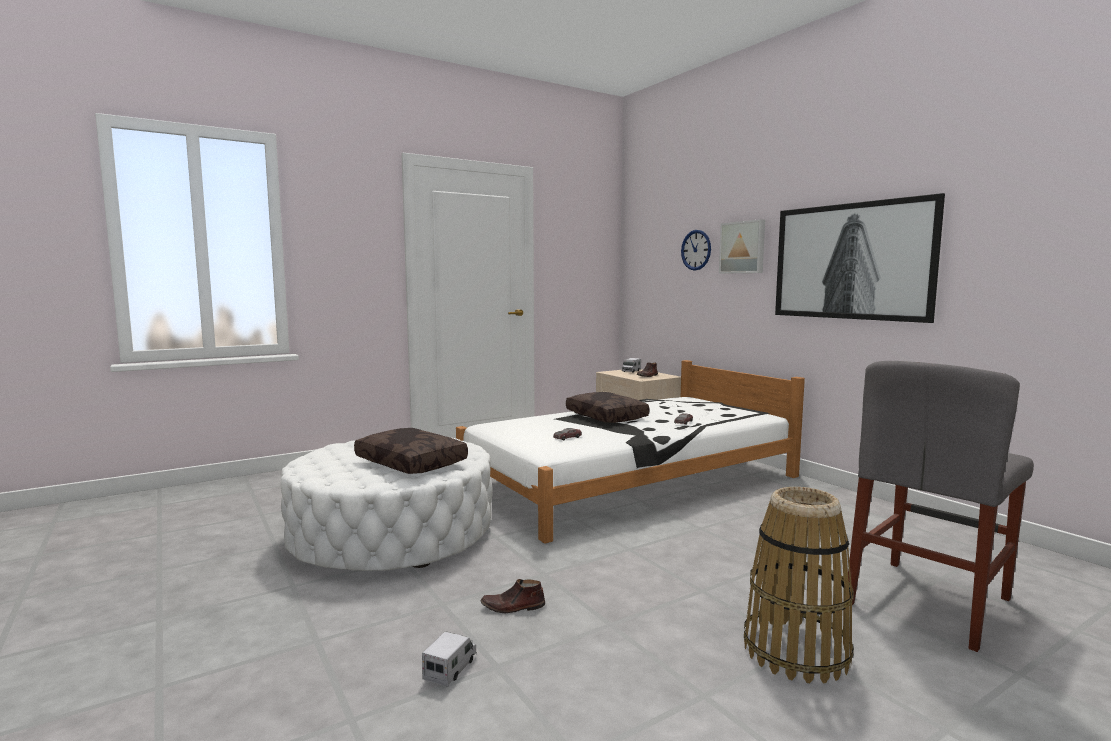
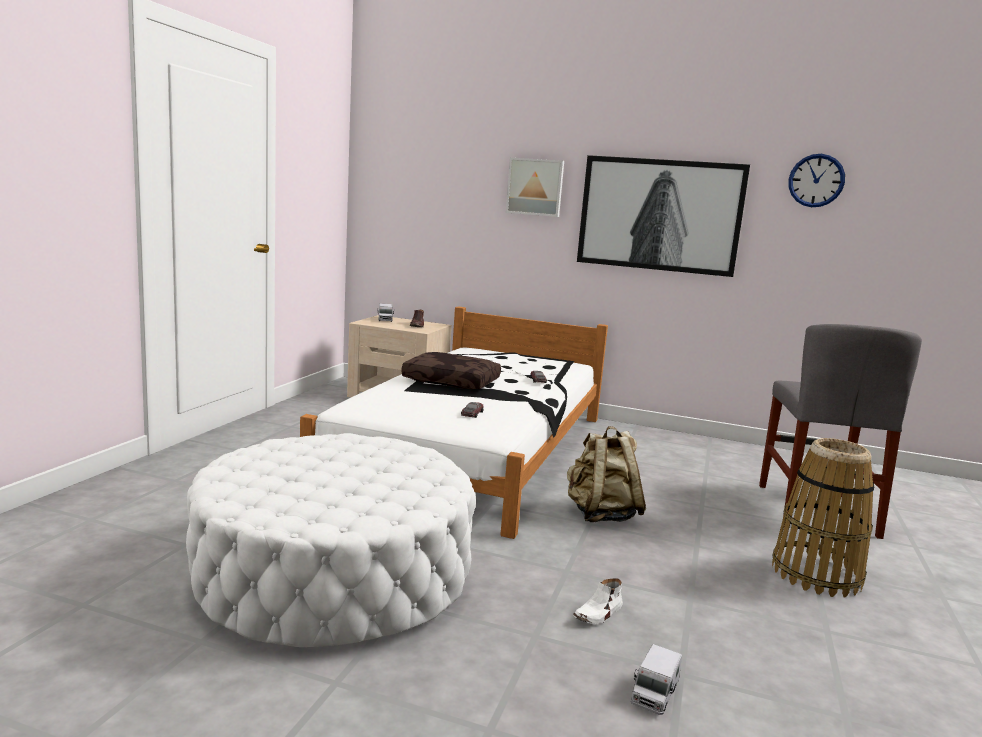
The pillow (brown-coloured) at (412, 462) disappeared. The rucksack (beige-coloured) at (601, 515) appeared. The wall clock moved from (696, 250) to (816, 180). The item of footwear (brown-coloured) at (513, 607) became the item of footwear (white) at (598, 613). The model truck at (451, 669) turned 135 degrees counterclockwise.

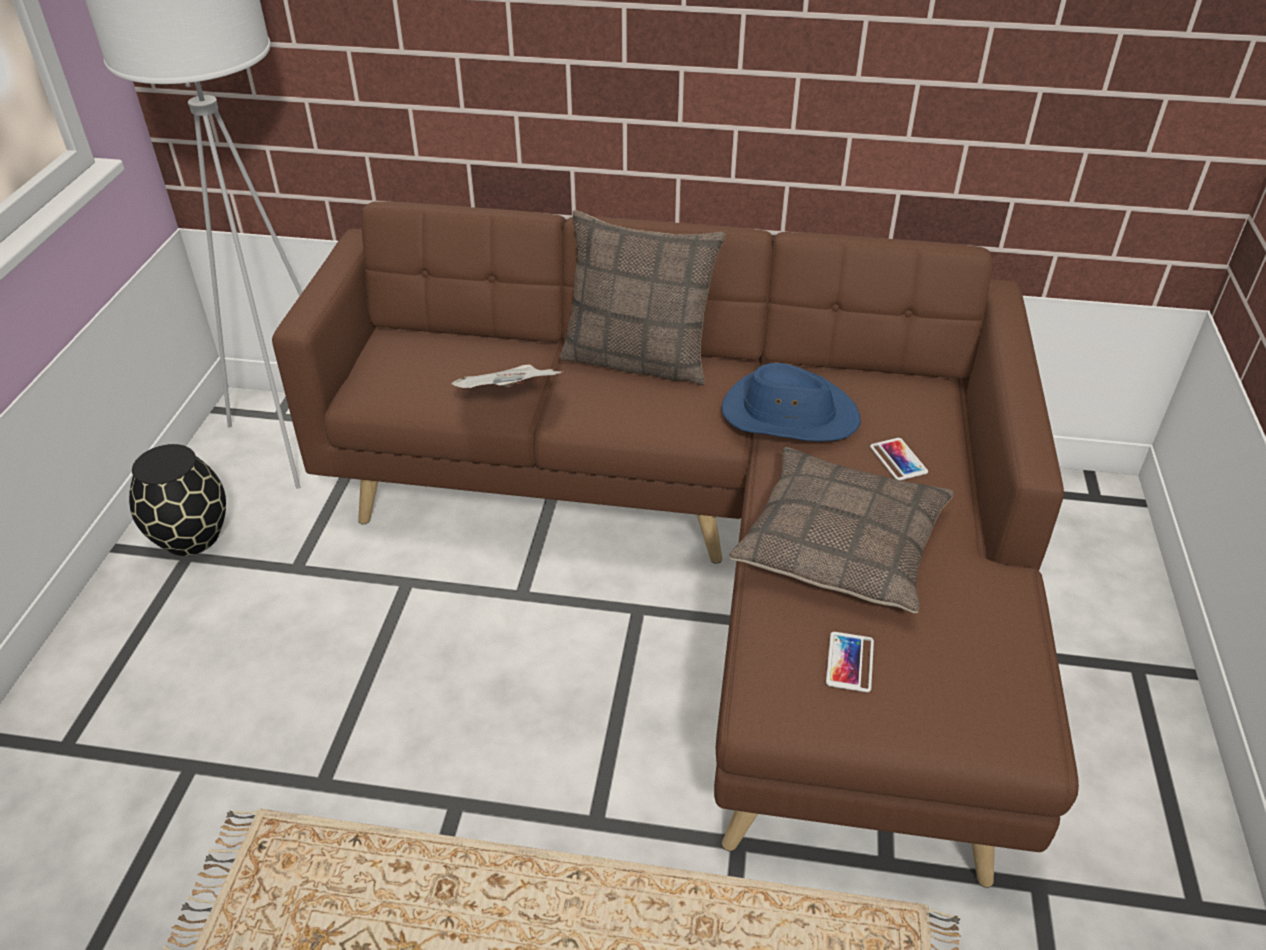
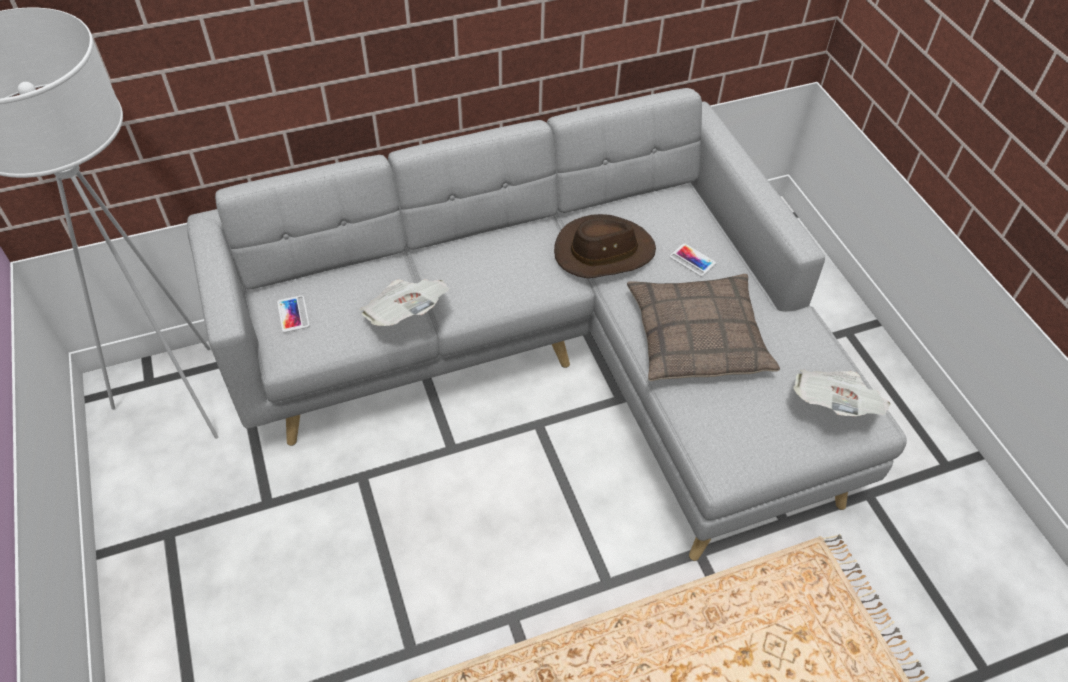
The flower vase (black-coloured) at (191, 536) disappeared. The pillow at (638, 359) disappeared. The newspaper at (834, 406) appeared. The telephone moved from (850, 662) to (293, 314). The couch (brown-coloured) at (713, 563) became the couch (grey) at (565, 367). The hat (blue) at (788, 414) became the hat (brown-coloured) at (603, 252).

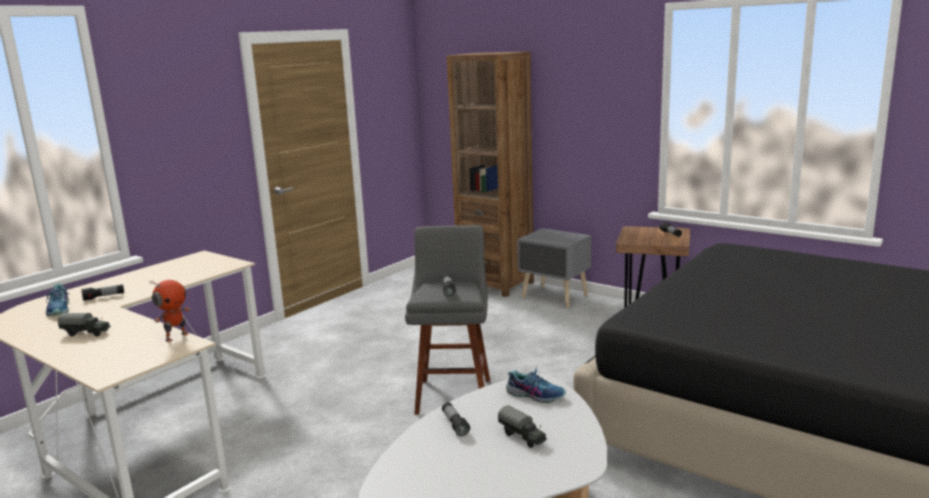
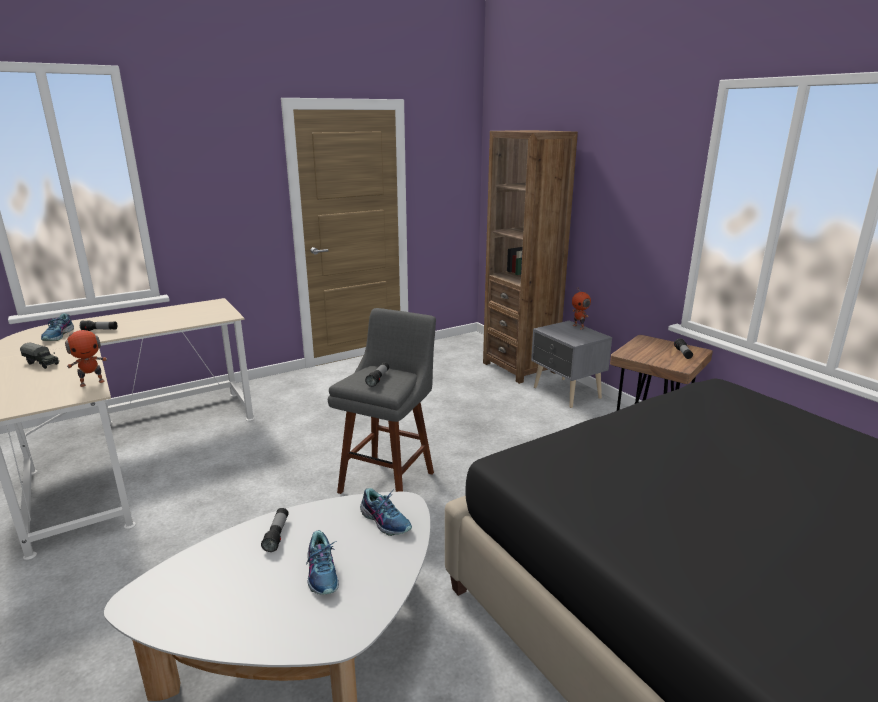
The model robot at (579, 327) appeared. The model truck at (523, 437) was replaced by the item of footwear at (323, 572).

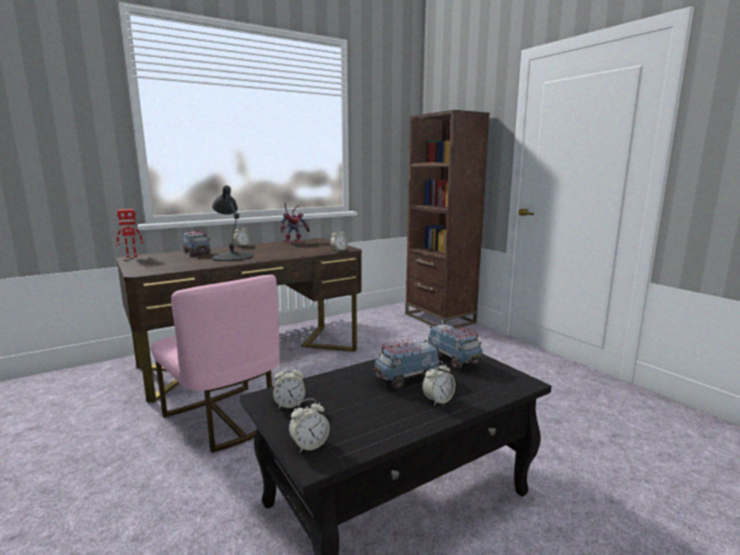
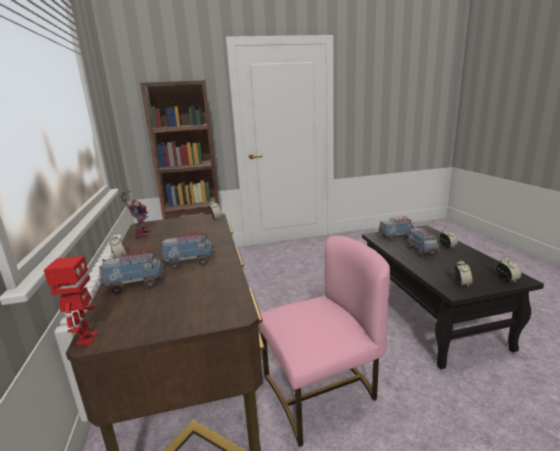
The lamp for a table (black-coloured) at (232, 256) was replaced by the model truck at (189, 262).

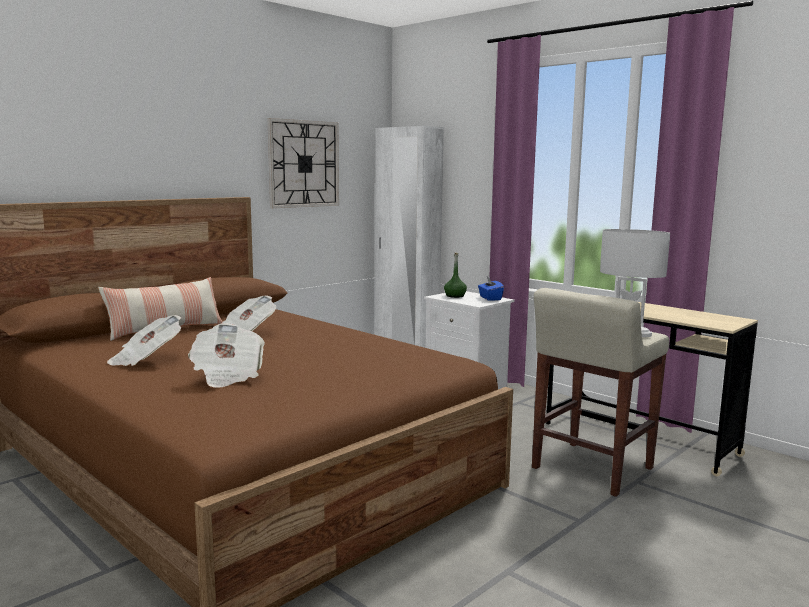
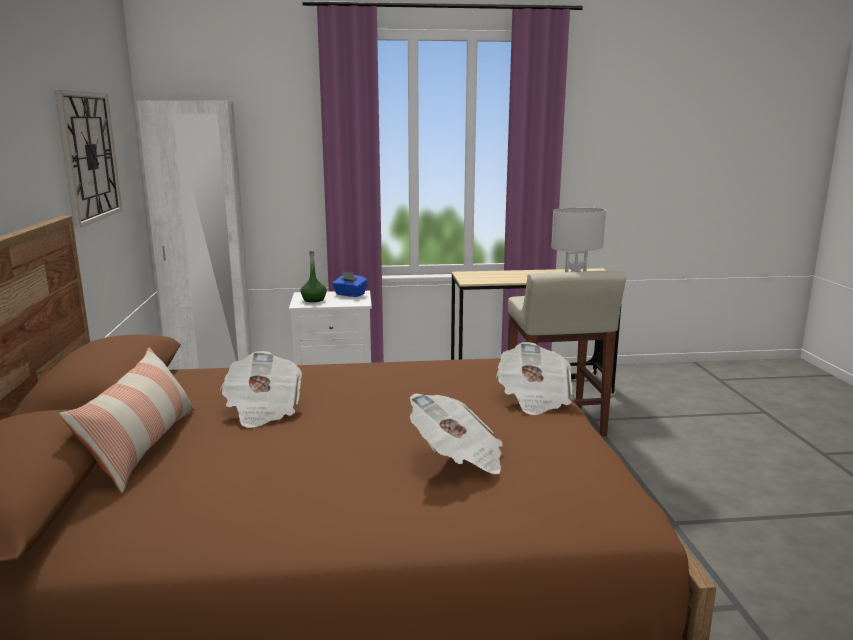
The newspaper moved from (146, 359) to (534, 398).

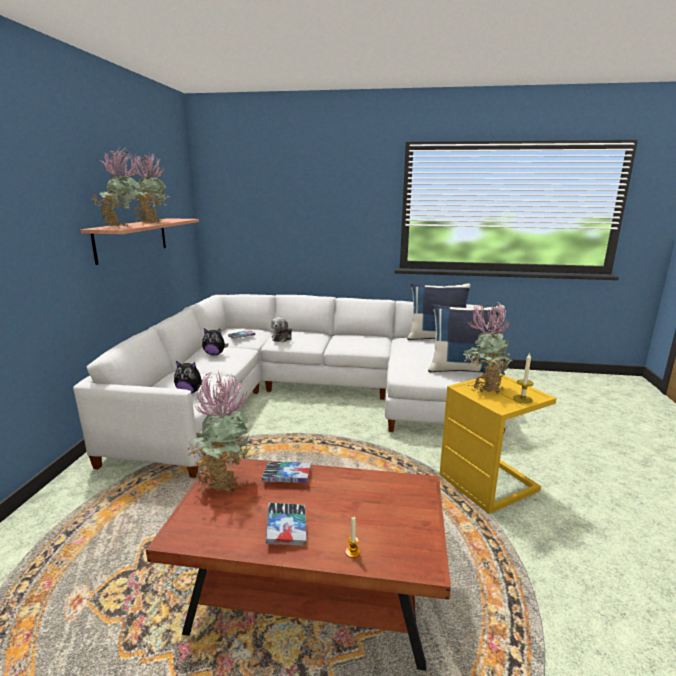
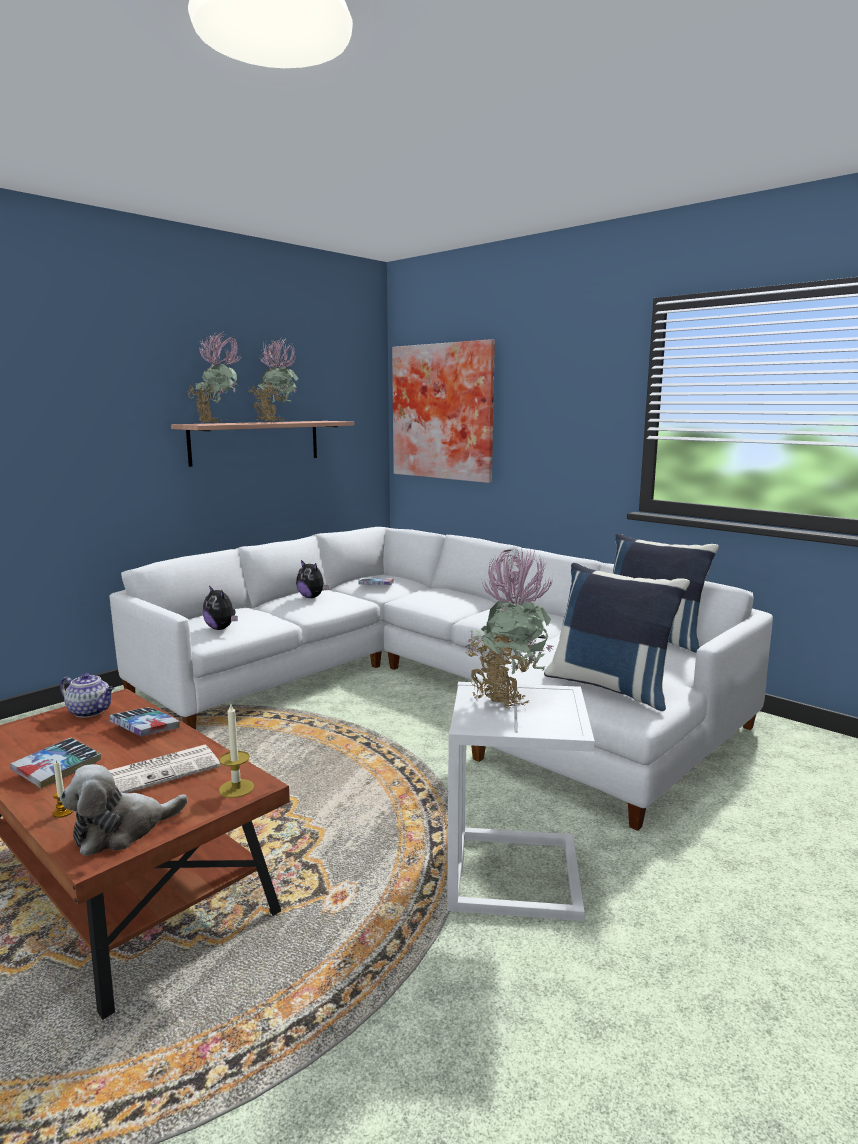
The newspaper at (159, 771) appeared. The wall art at (444, 412) appeared. The cuddly toy moved from (282, 338) to (122, 831). The candle moved from (522, 399) to (236, 788). The plant in a pot at (223, 481) was replaced by the pot for tea at (91, 711). The accent table (yellowish) at (490, 484) became the accent table (white) at (517, 877).

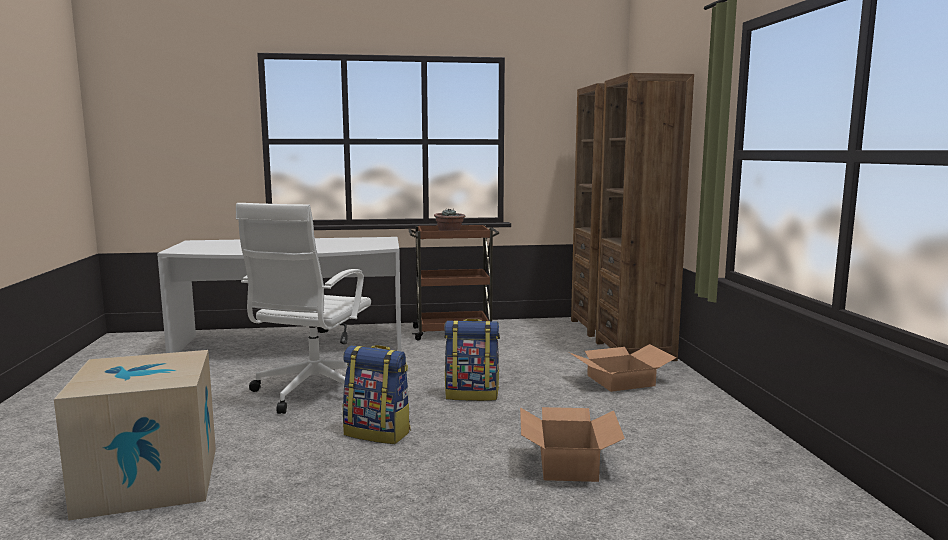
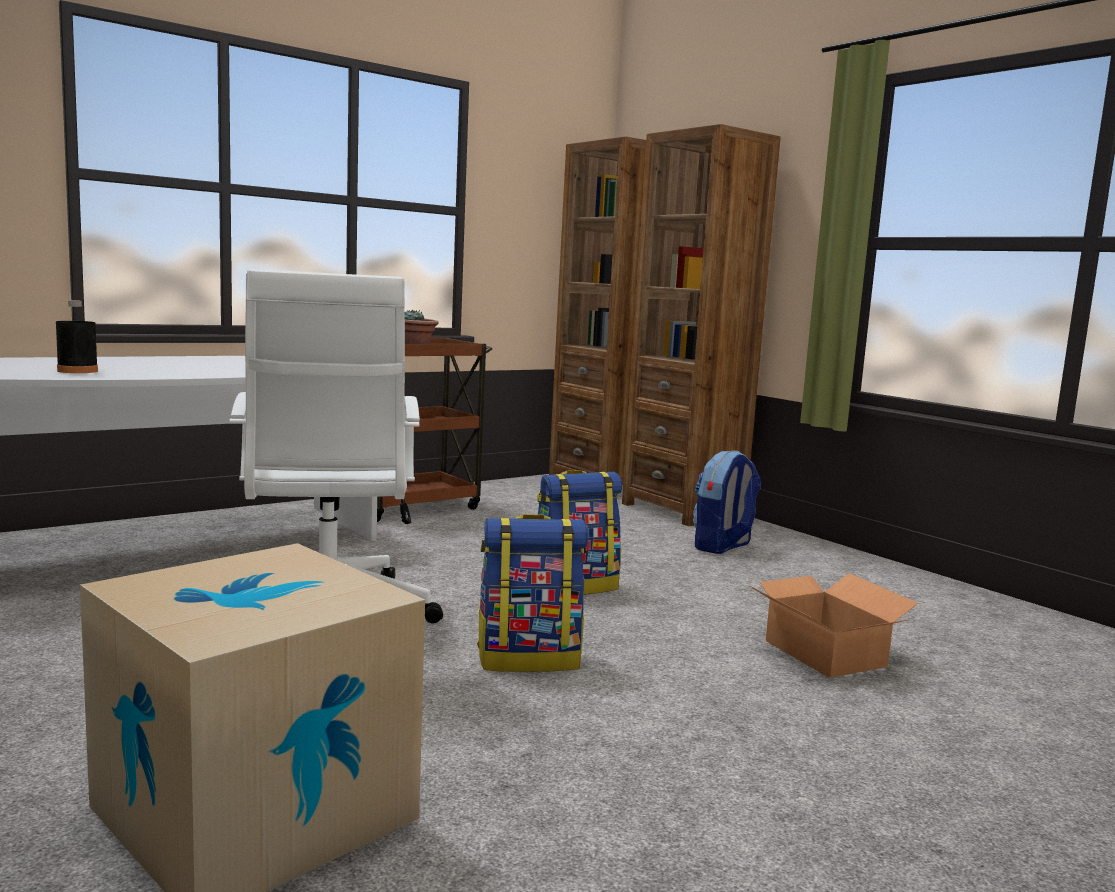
The bottle (black-coloured) at (77, 371) appeared. The cardboard box at (620, 381) was replaced by the rucksack at (722, 546).

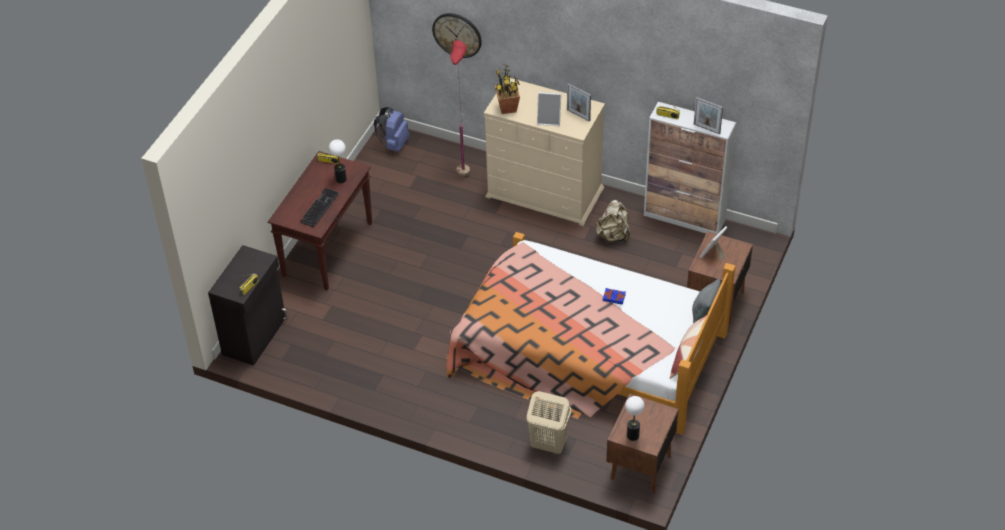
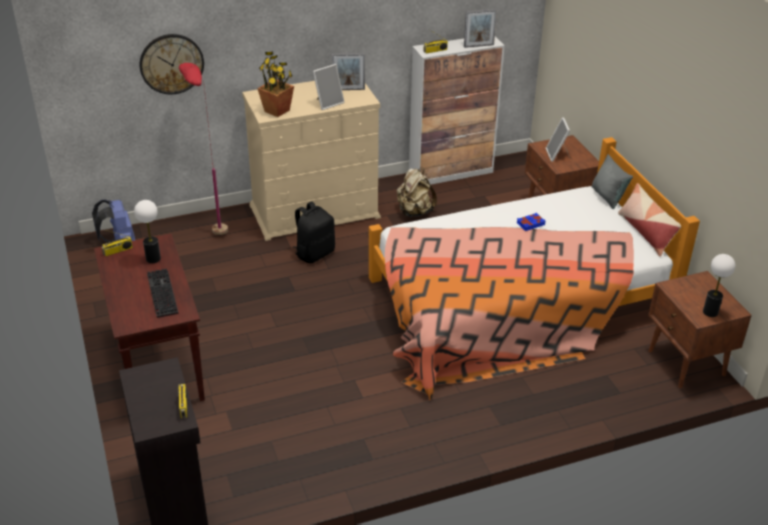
The laundry basket (beige-coloured) at (548, 444) disappeared. The rucksack (black-coloured) at (314, 253) appeared.

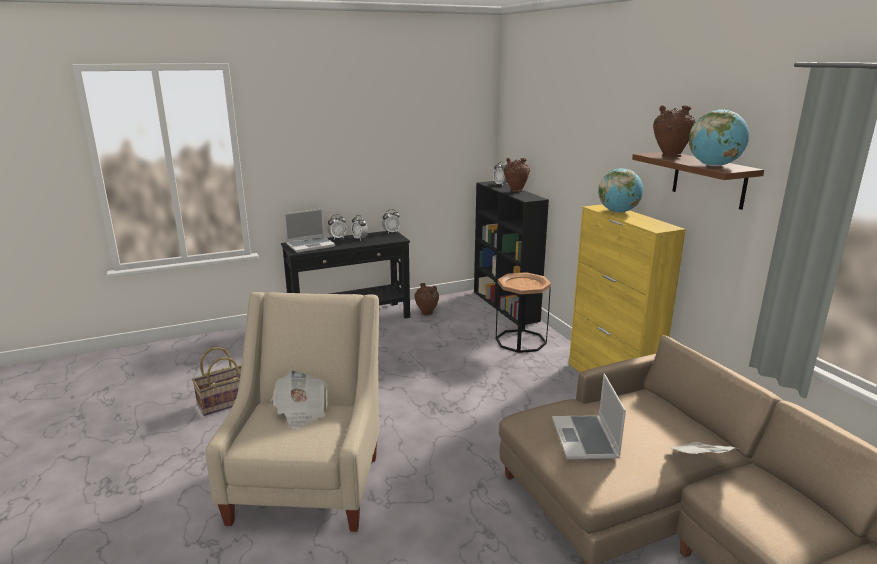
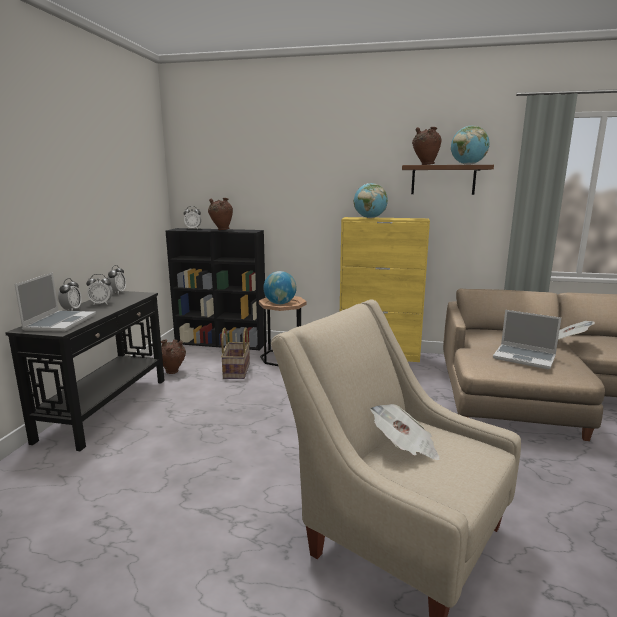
The desk globe at (280, 303) appeared. The household basket moved from (225, 402) to (236, 371).

